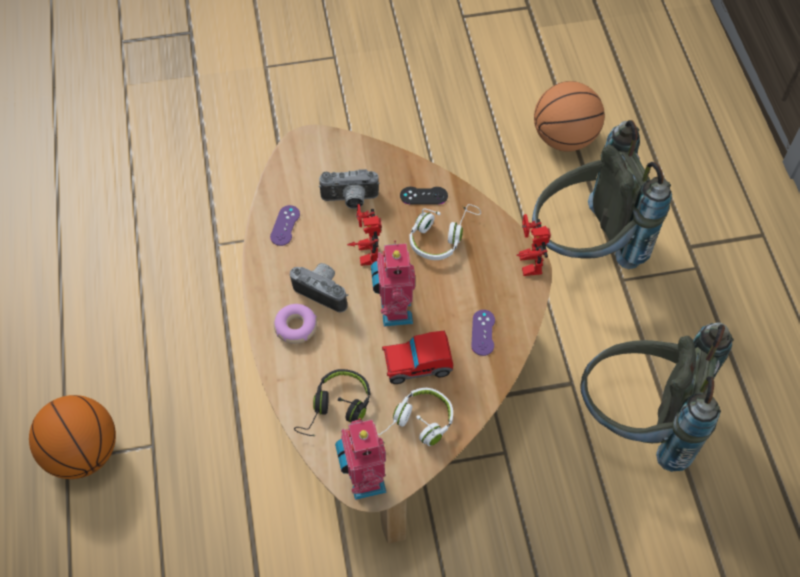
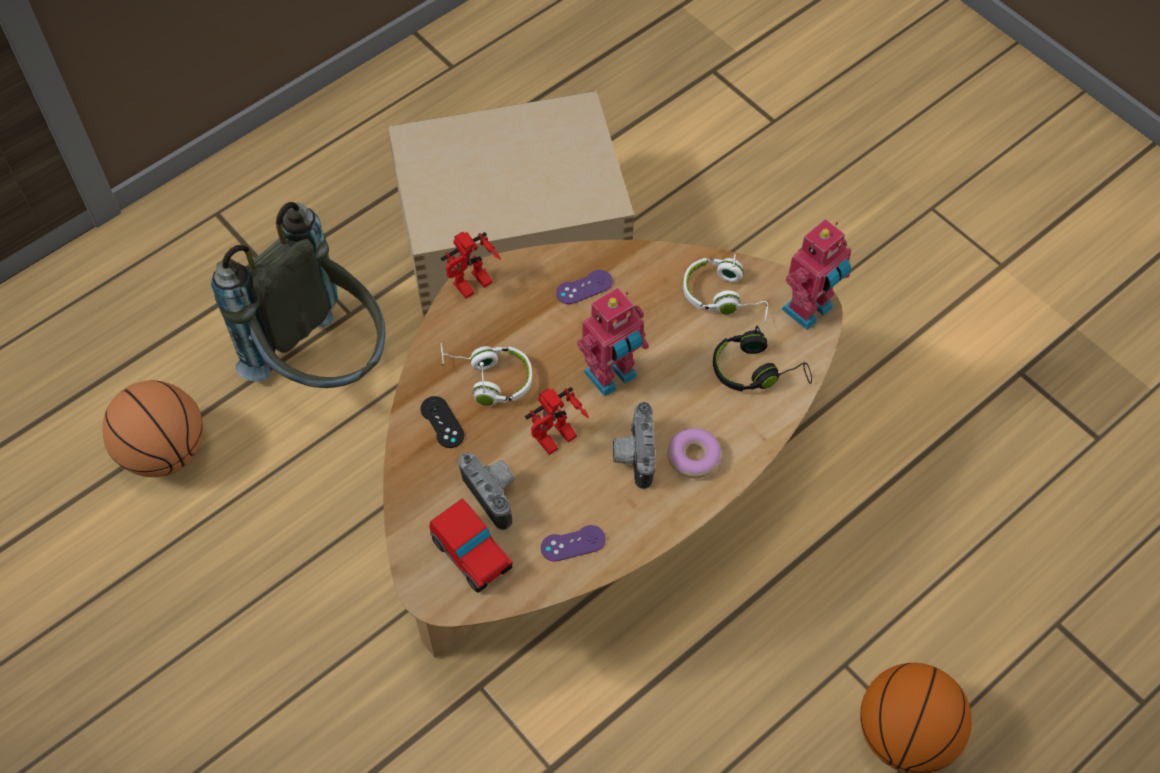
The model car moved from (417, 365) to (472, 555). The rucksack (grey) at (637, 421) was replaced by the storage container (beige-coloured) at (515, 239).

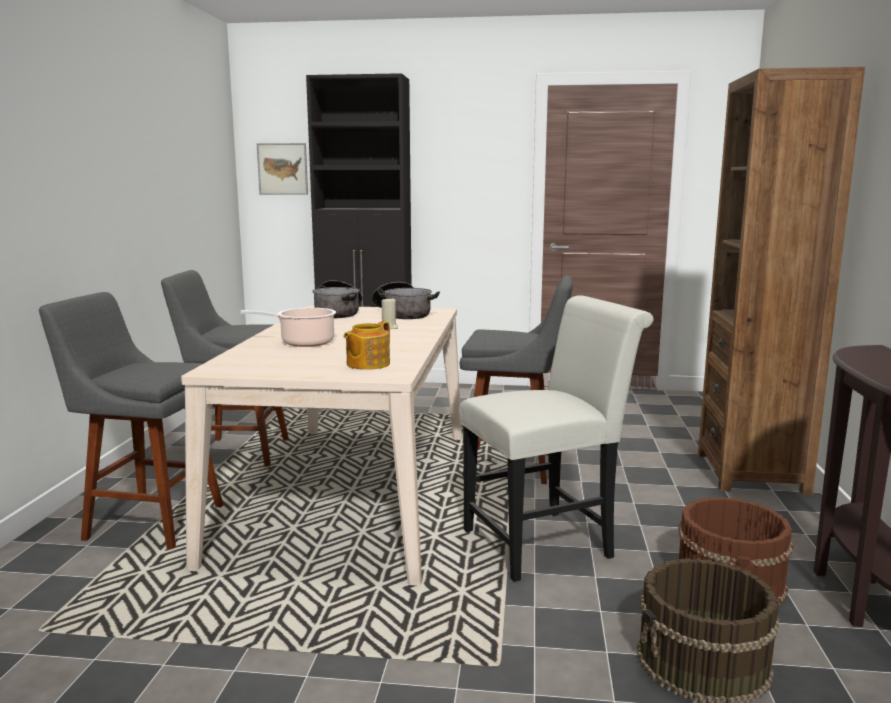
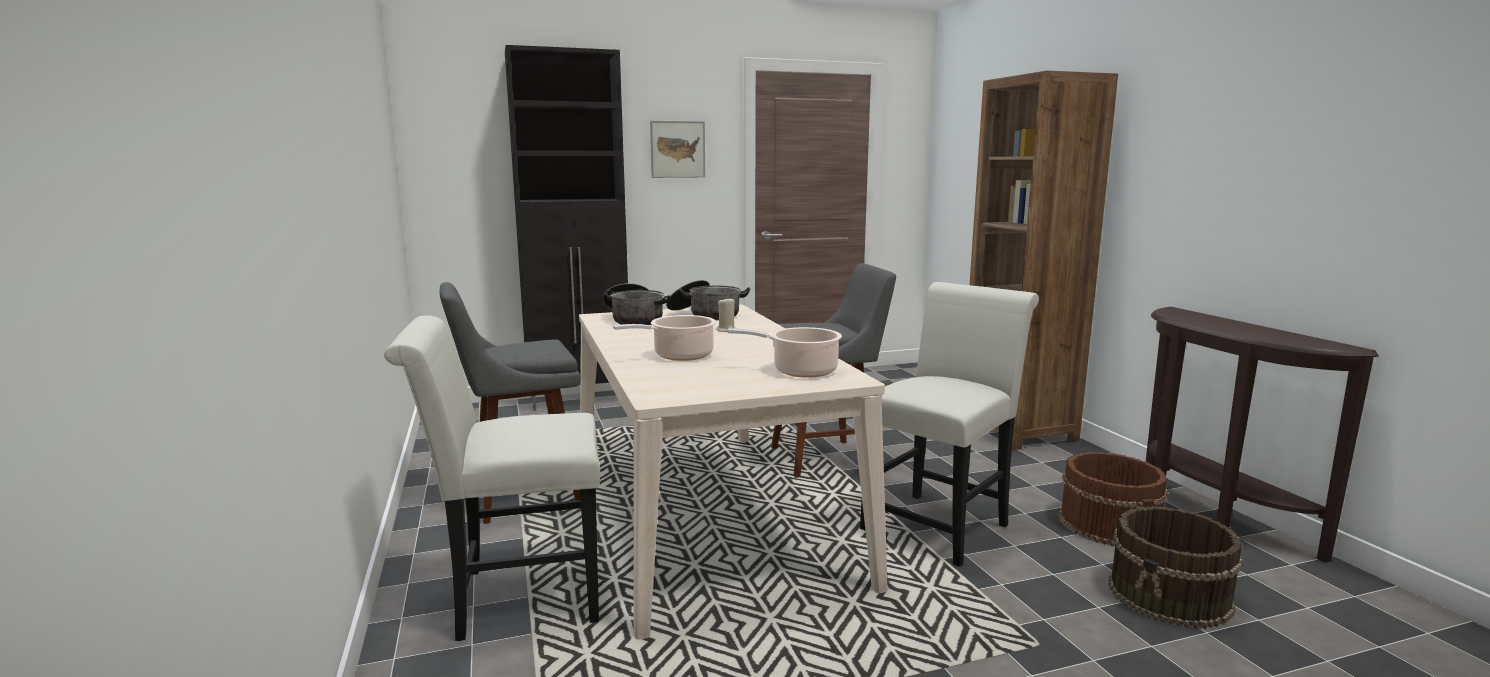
The wall art moved from (282, 169) to (677, 149). The stool seat (grey) at (149, 521) was replaced by the upright chair (white) at (516, 597). The pot for tea at (367, 364) was replaced by the saucepot at (800, 371).

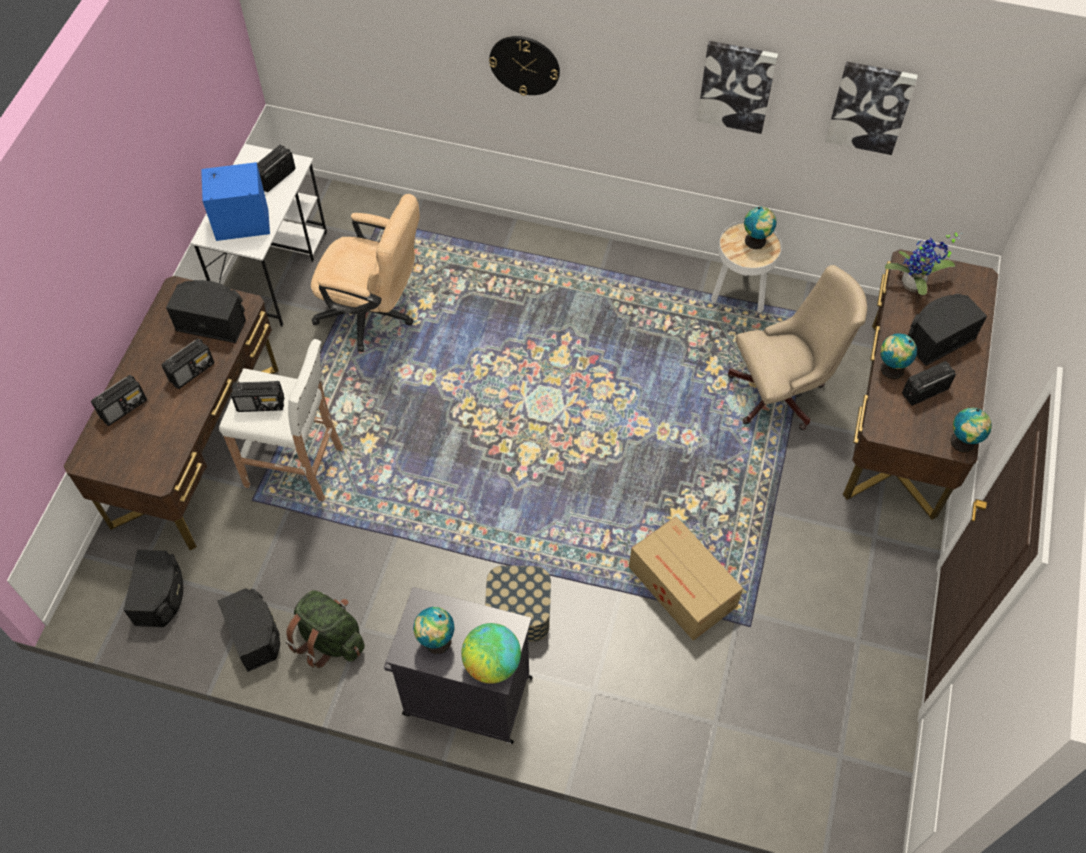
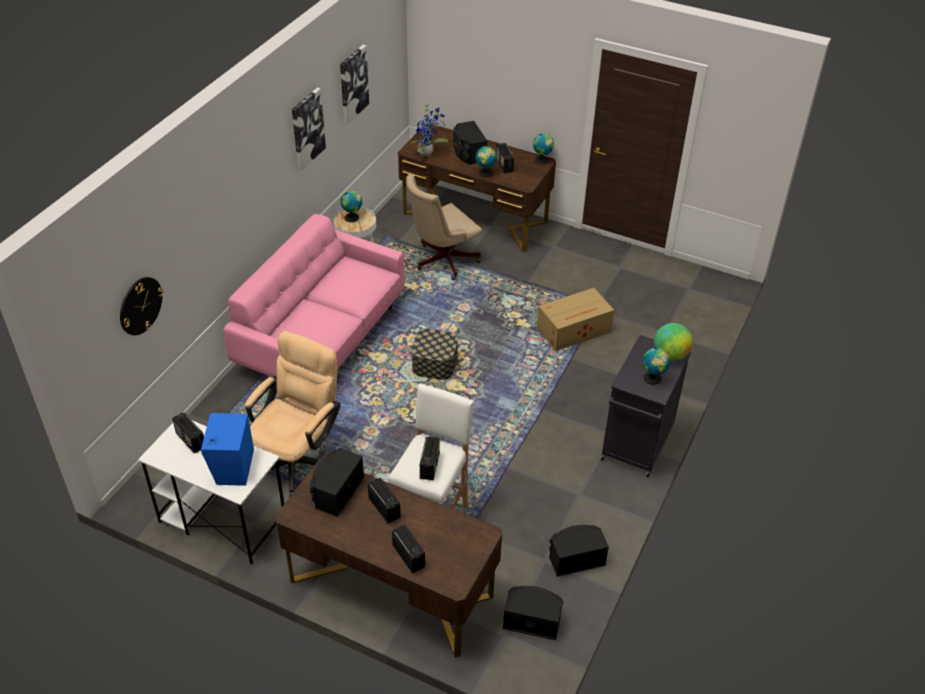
The rucksack (green-coloured) at (330, 639) disappeared. The couch (pink) at (322, 336) appeared. The storage container moved from (518, 612) to (435, 364). The wall clock moved from (524, 65) to (140, 305). The computer chair (beige-coloured) at (782, 393) turned 120 degrees counterclockwise.

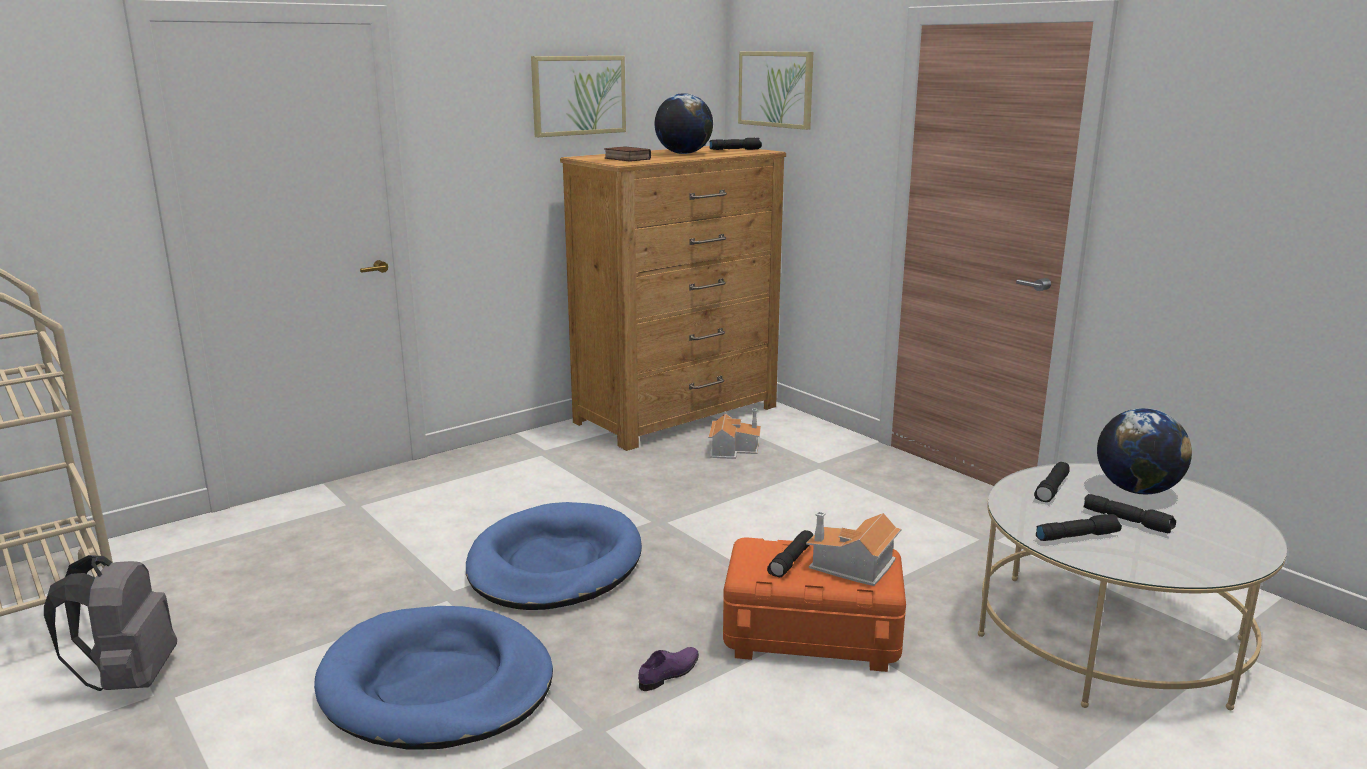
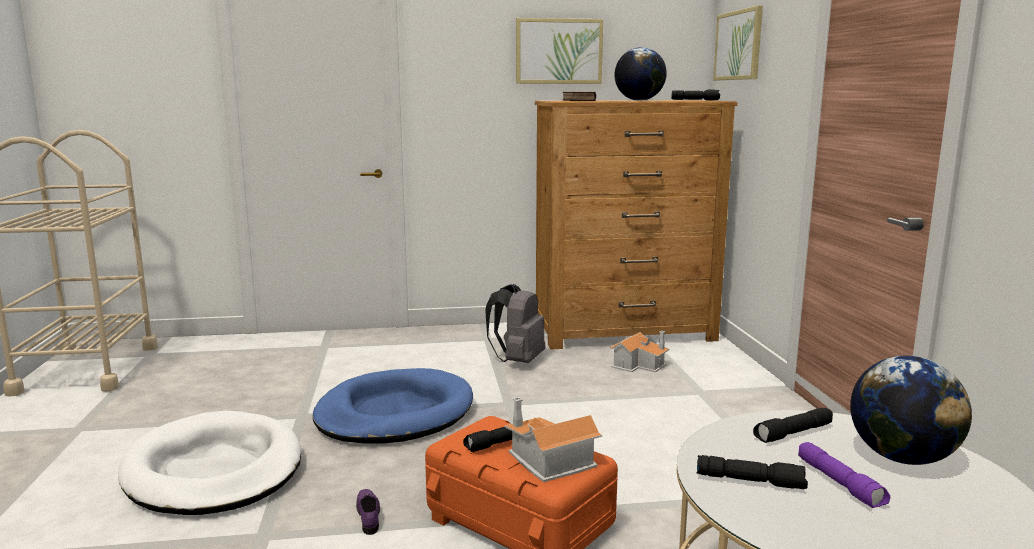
The rucksack (grey) moved from (128, 679) to (518, 360). The pet bed (blue) at (436, 685) became the pet bed (white) at (214, 470). The flashlight (black-coloured) at (1128, 521) became the flashlight (purple-coloured) at (840, 483). The item of footwear (purple-coloured) at (670, 673) turned 90 degrees counterclockwise.

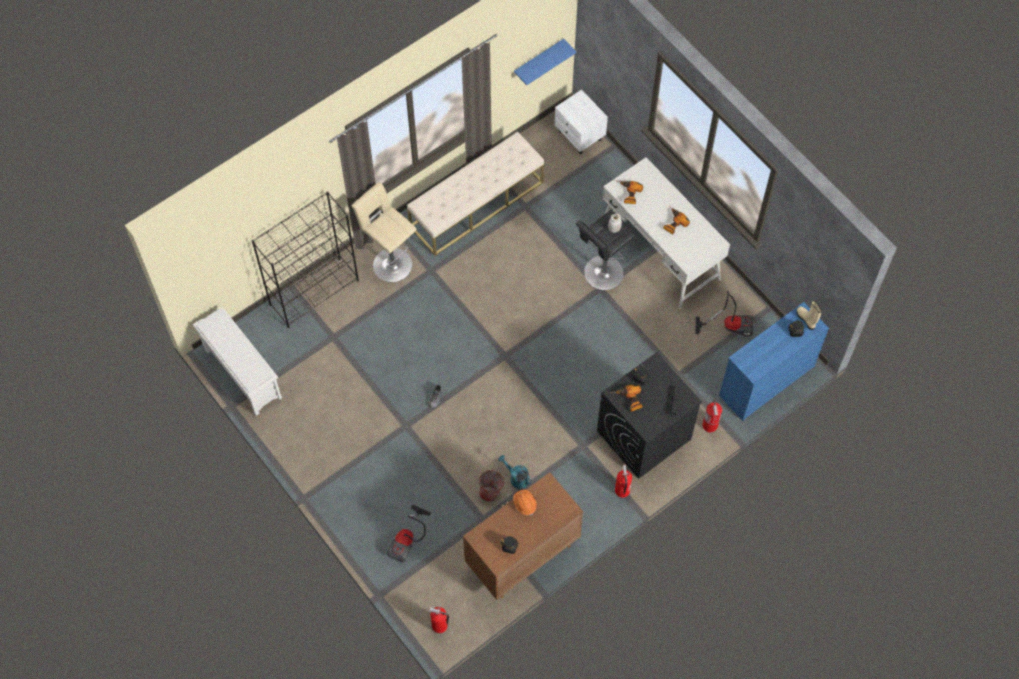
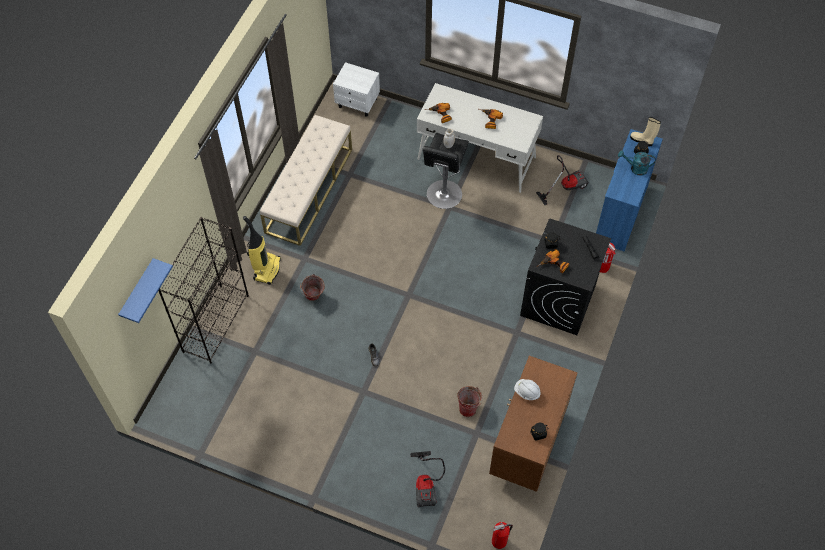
The shoe rack (white) at (242, 374) disappeared. The fire extinguisher at (622, 491) disappeared. The water bucket at (313, 297) appeared. The watering can (turquoise) moved from (516, 478) to (635, 168). The bracket shelf (blue) moved from (538, 61) to (138, 292). The stool seat (beige-coloured) at (390, 263) was replaced by the vacuum at (266, 269). The hard hat (orange) at (524, 504) became the hard hat (white) at (526, 392).

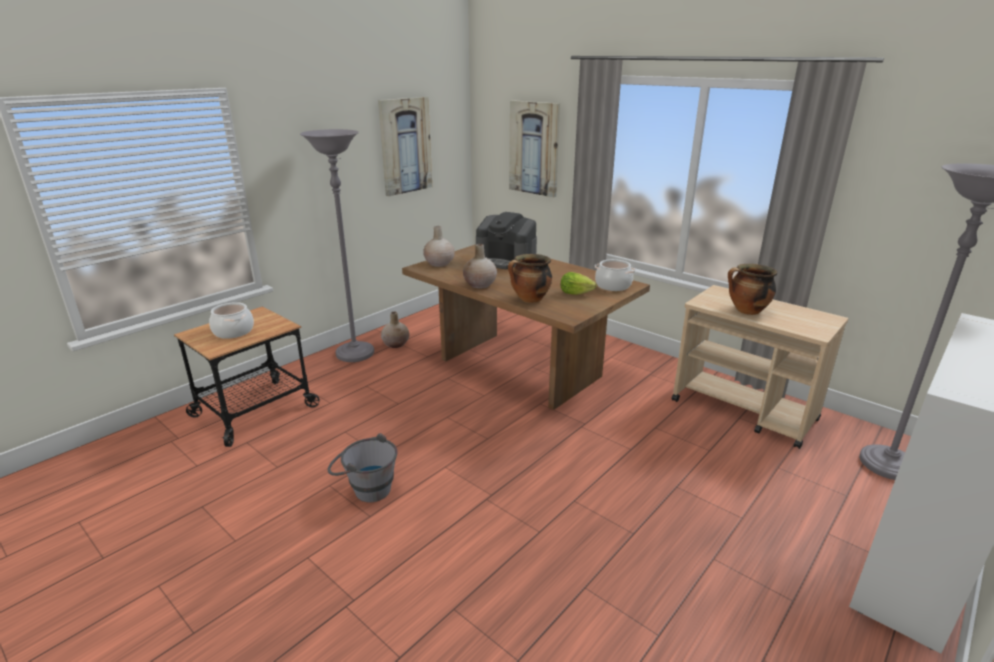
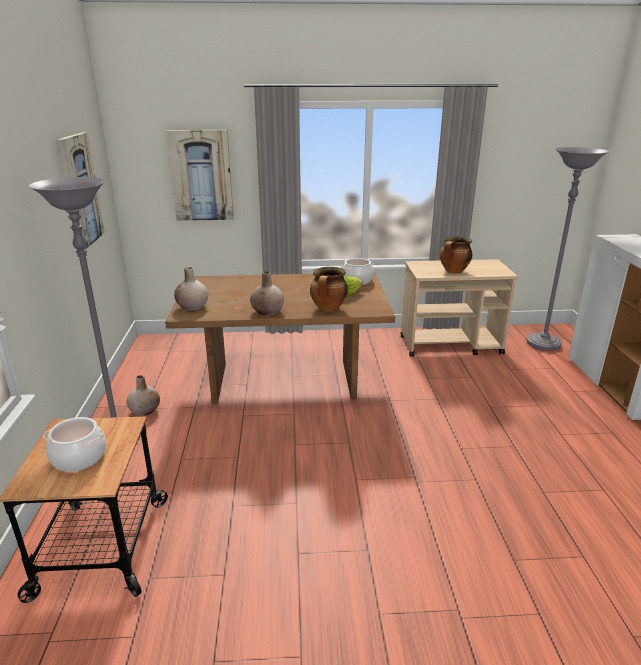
The water bucket (grey) at (366, 488) disappeared. The coffee brewer at (506, 261) disappeared.

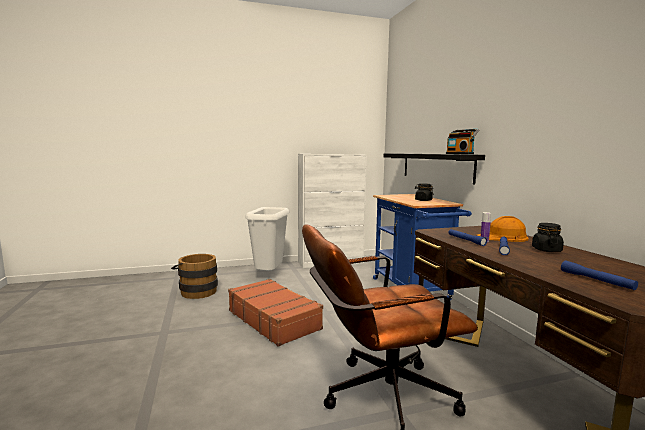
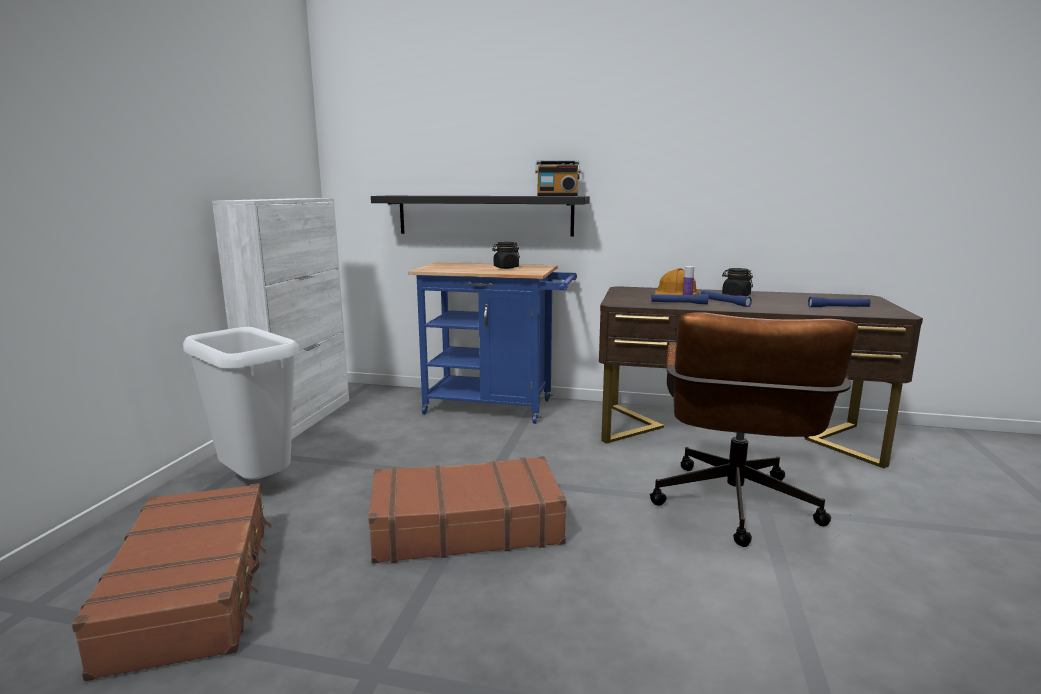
The water bucket (brown-coloured) at (197, 291) was replaced by the piece of luggage (brown-coloured) at (194, 589).

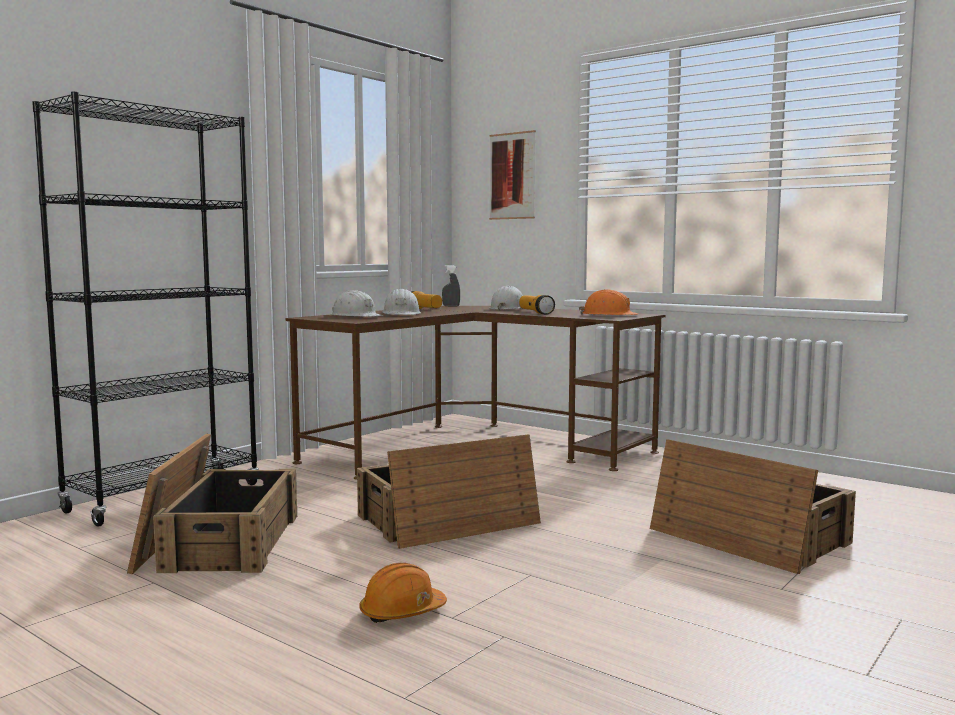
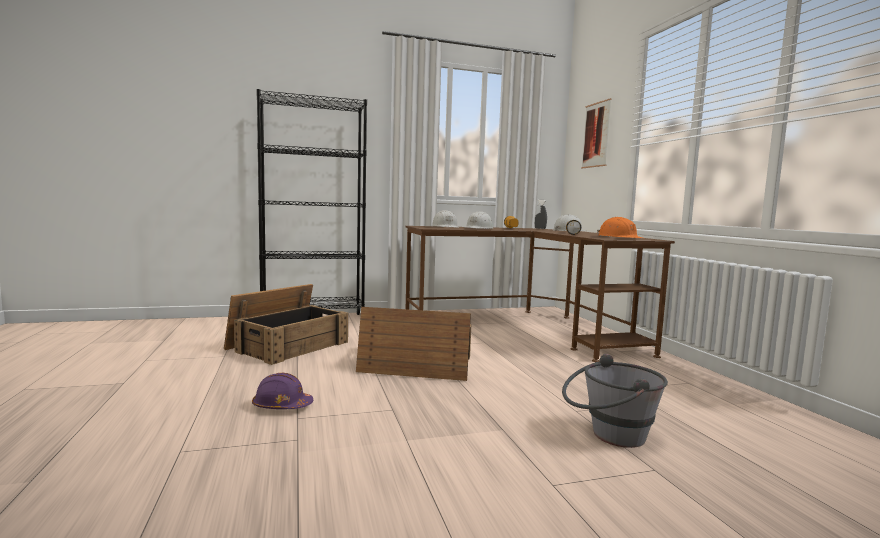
The shipping crate at (747, 537) was replaced by the water bucket (grey) at (608, 436). The hard hat (orange) at (402, 612) became the hard hat (purple-coloured) at (282, 406).

